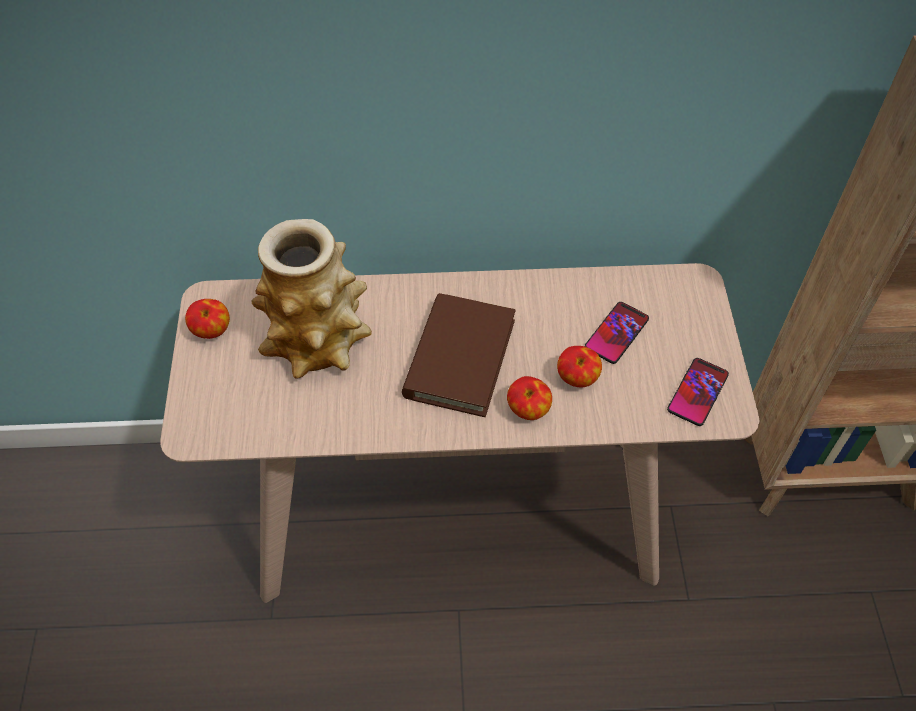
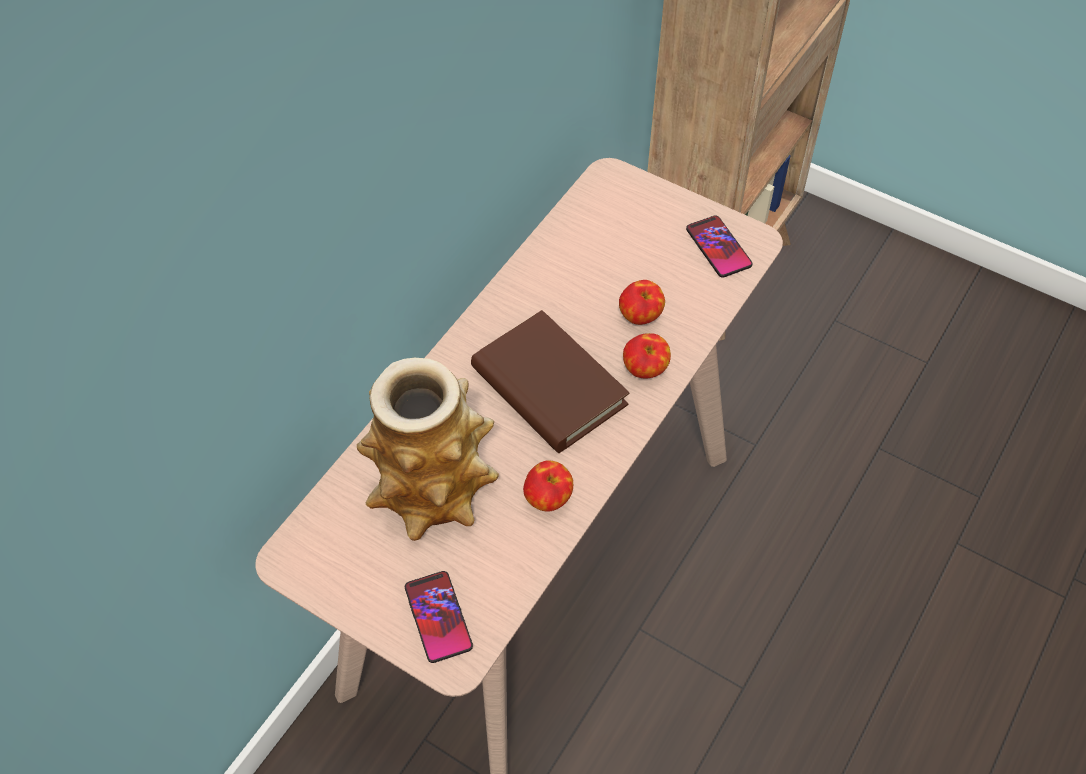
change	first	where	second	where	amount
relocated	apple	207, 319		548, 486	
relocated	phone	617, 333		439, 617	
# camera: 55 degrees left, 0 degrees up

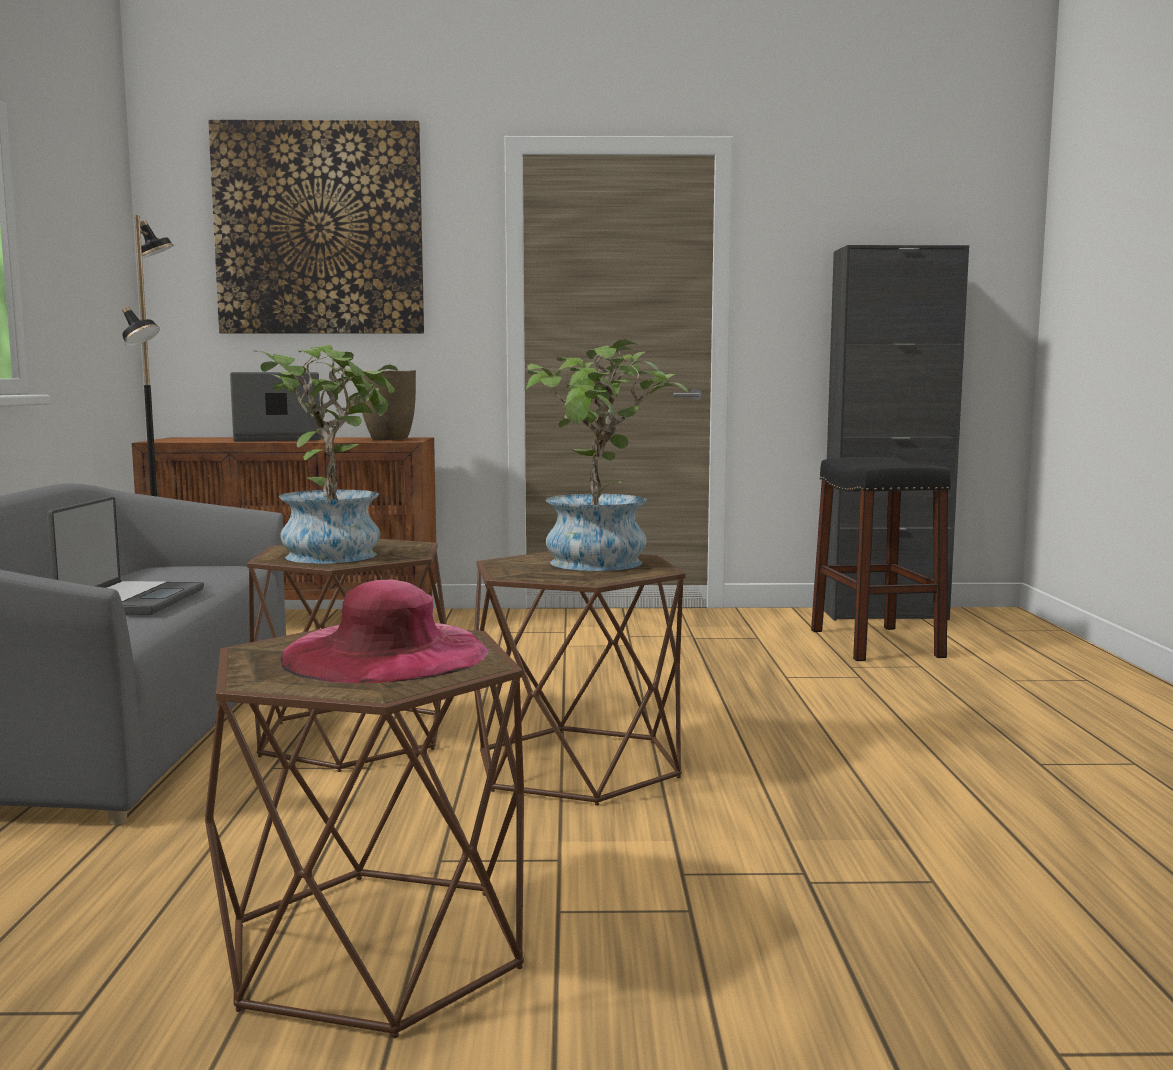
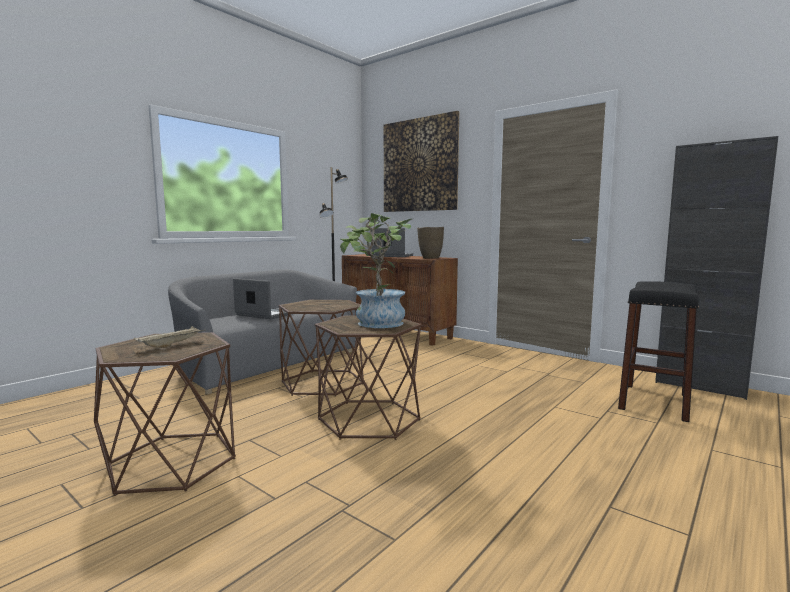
change	first	where	second	where	amount
missing	potted plant	327, 454			
exchanged	pink hat	385, 631	beige tray	169, 337	
spun	laptop	125, 556		260, 298	105 degrees counterclockwise
# camera: 40 degrees right, 0 degrees up

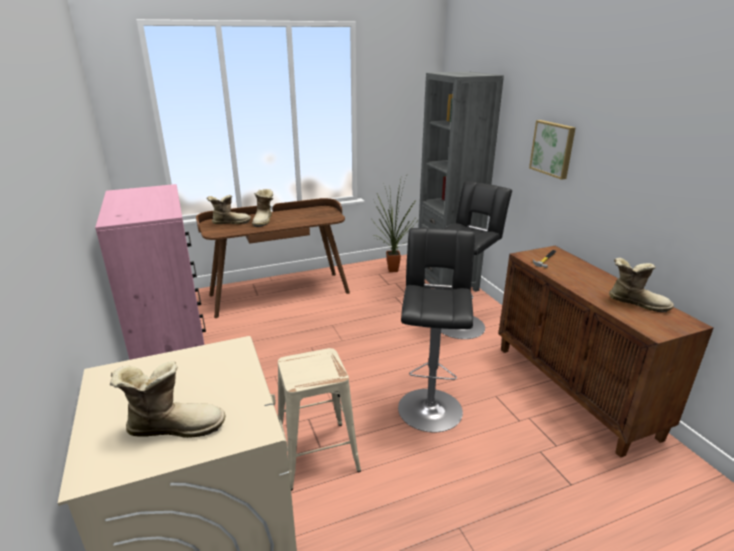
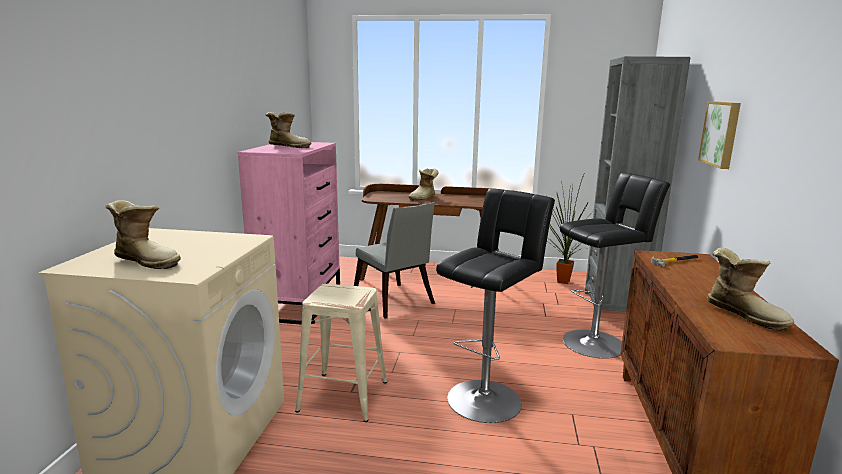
change	first	where	second	where	amount
appeared			grey chair	394, 260	
relocated	boot	229, 209		288, 130	
# camera: 30 degrees right, 10 degrees down

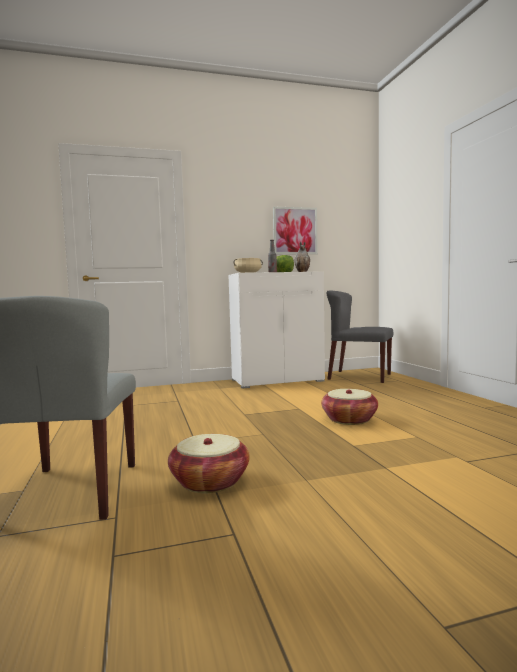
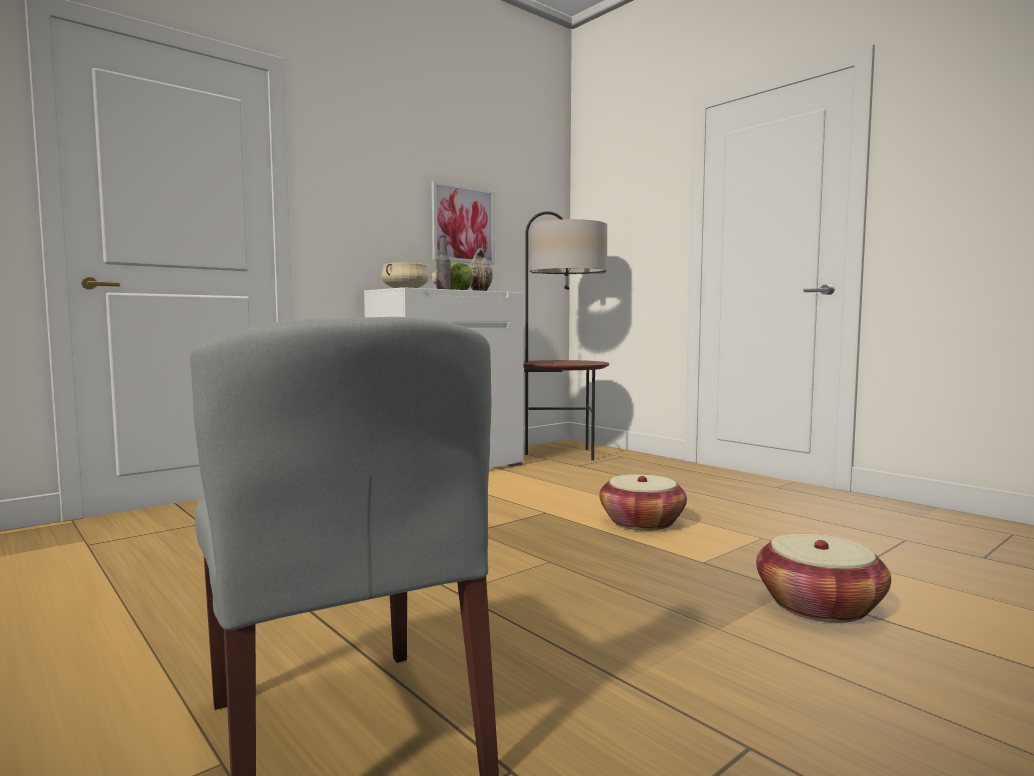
change	first	where	second	where	amount
relocated	basket	209, 463		823, 578	
exchanged	grey chair	360, 336	floor lamp	566, 336	
# camera: 25 degrees left, 0 degrees up

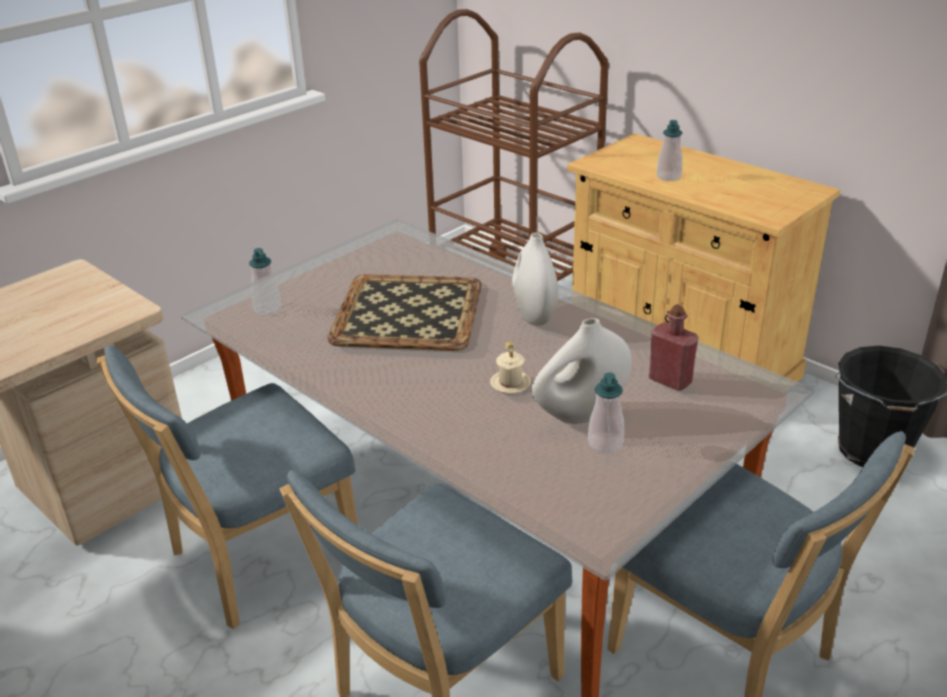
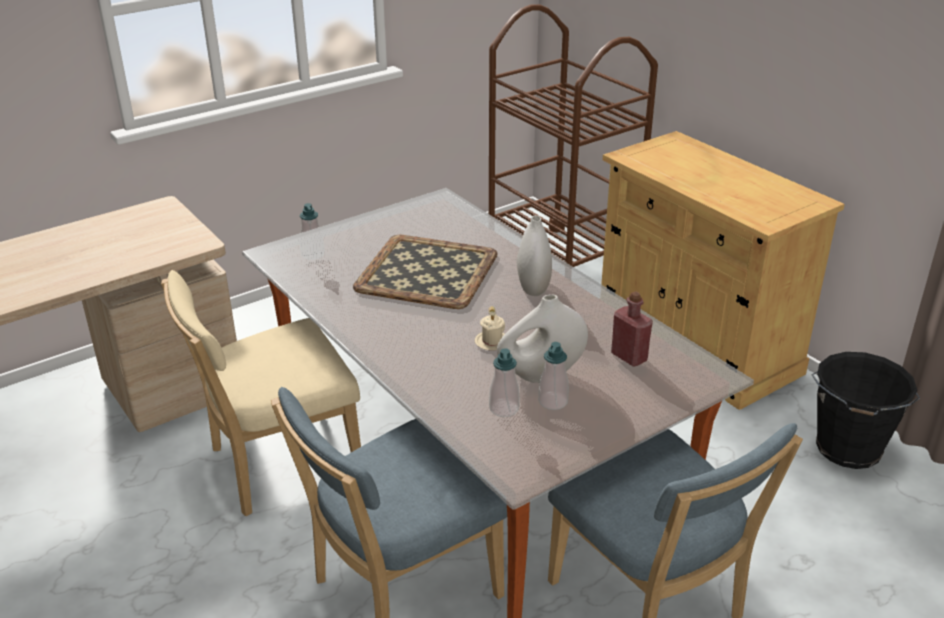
change	first	where	second	where	amount
relocated	soap dispenser	669, 150		504, 382	
colour	blue chair	227, 487	beige chair	261, 393	
# camera: 10 degrees right, 0 degrees up

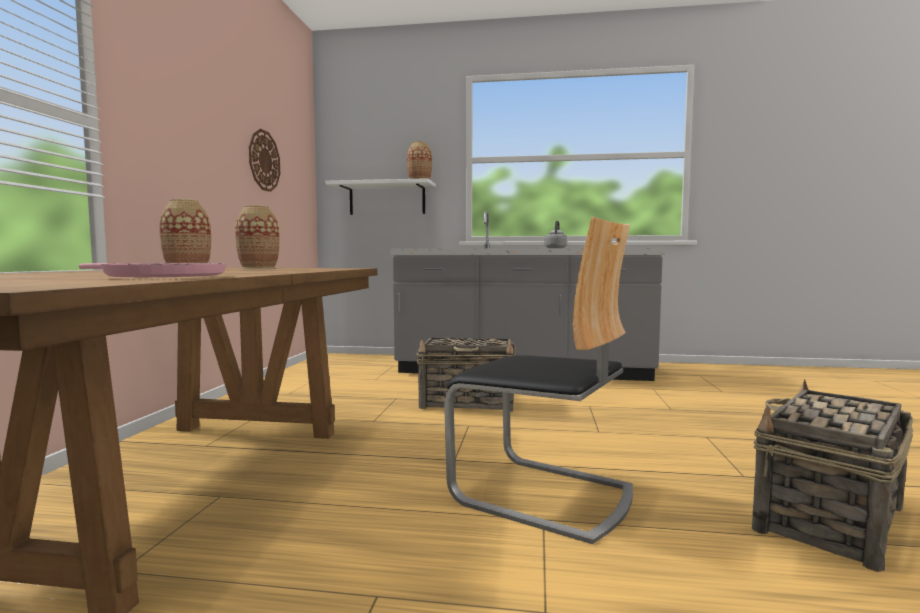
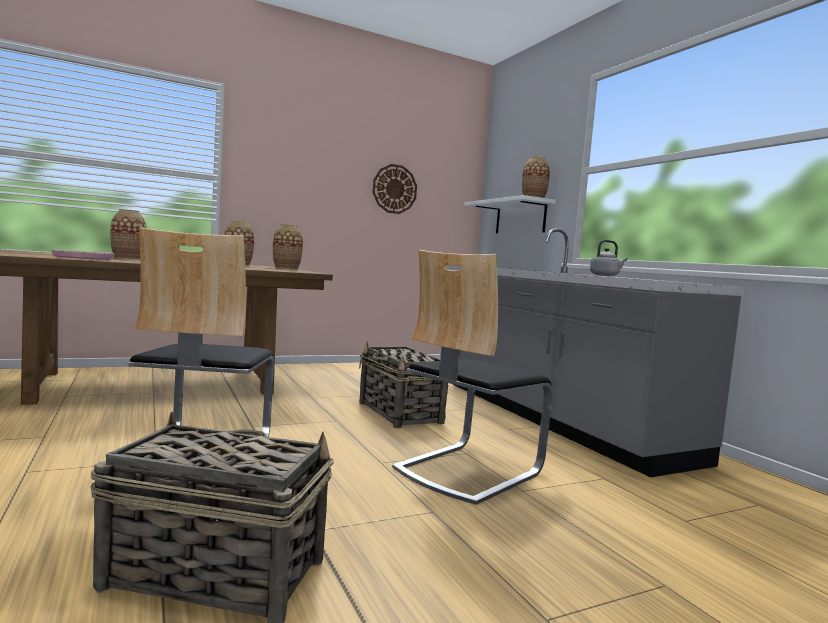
change	first	where	second	where	amount
appeared			vase	128, 234	
appeared			chair	472, 377	
# camera: 55 degrees right, 0 degrees up

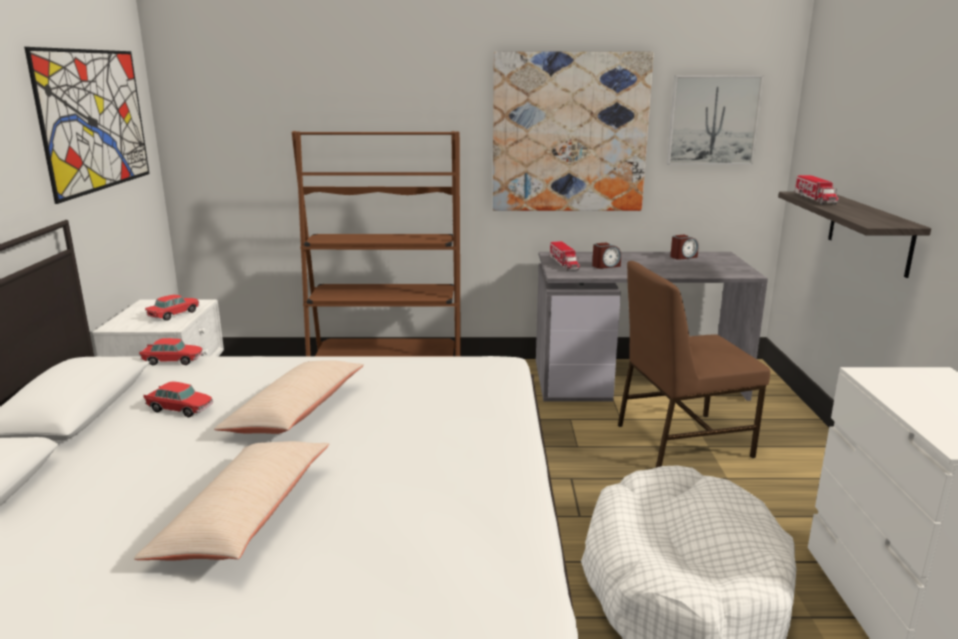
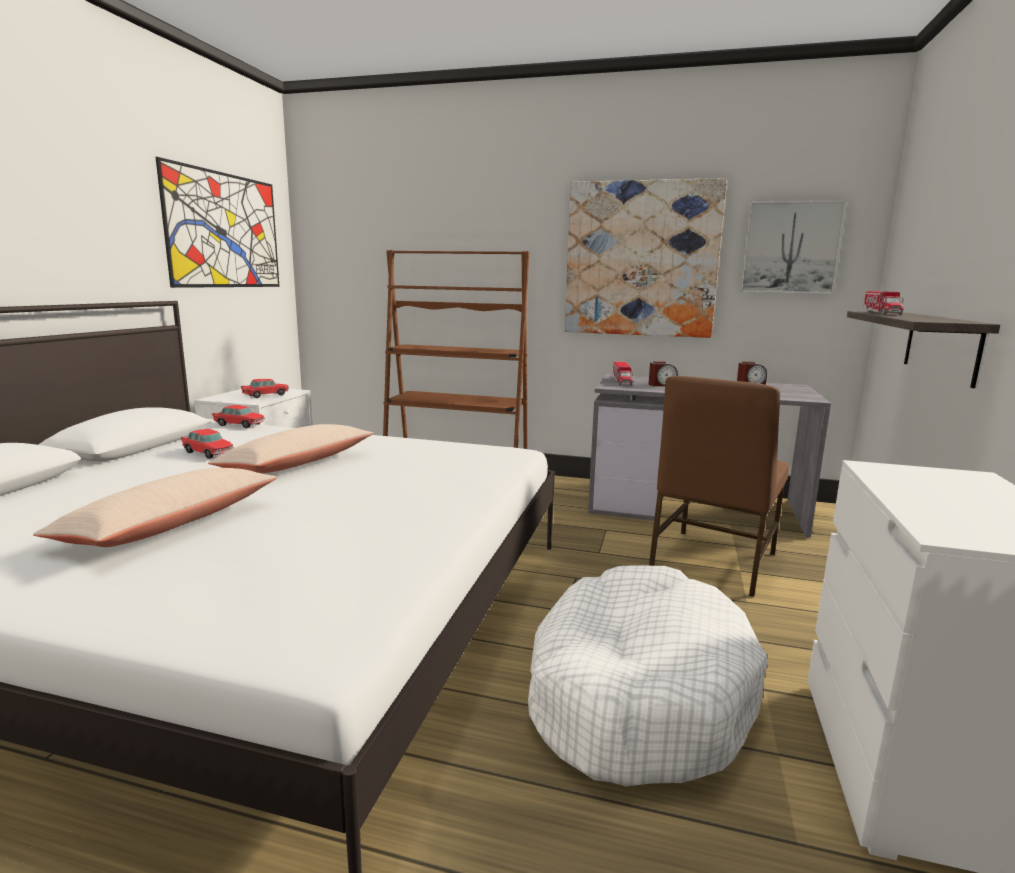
change	first	where	second	where	amount
spun	brown chair	694, 364		719, 486	60 degrees counterclockwise
# camera: 15 degrees right, 5 degrees down

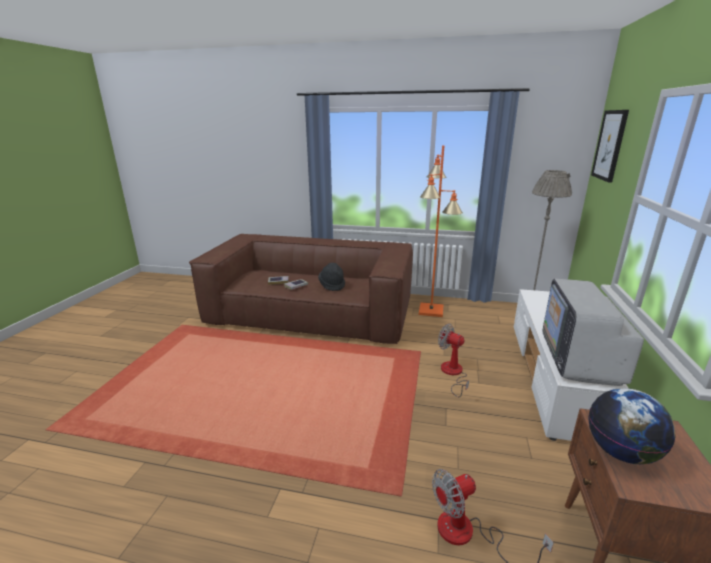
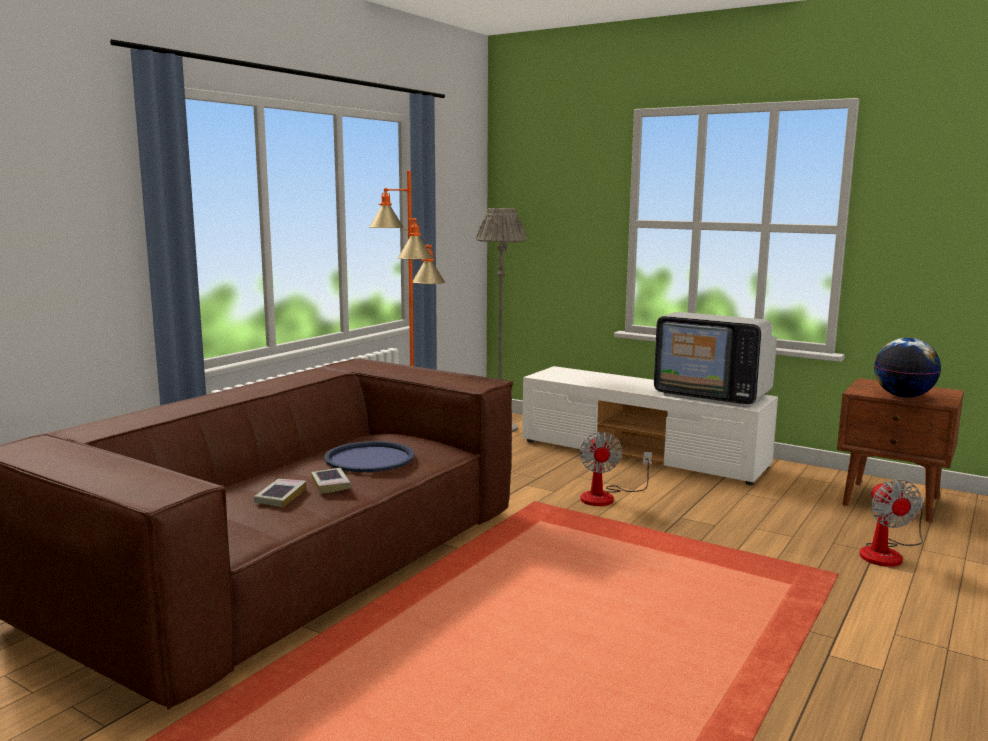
change	first	where	second	where	amount
missing	picture	610, 146			
exchanged	black hat	331, 277	blue tray	369, 456	
spun	fan	453, 360		615, 469	60 degrees counterclockwise
# camera: 70 degrees left, 10 degrees down

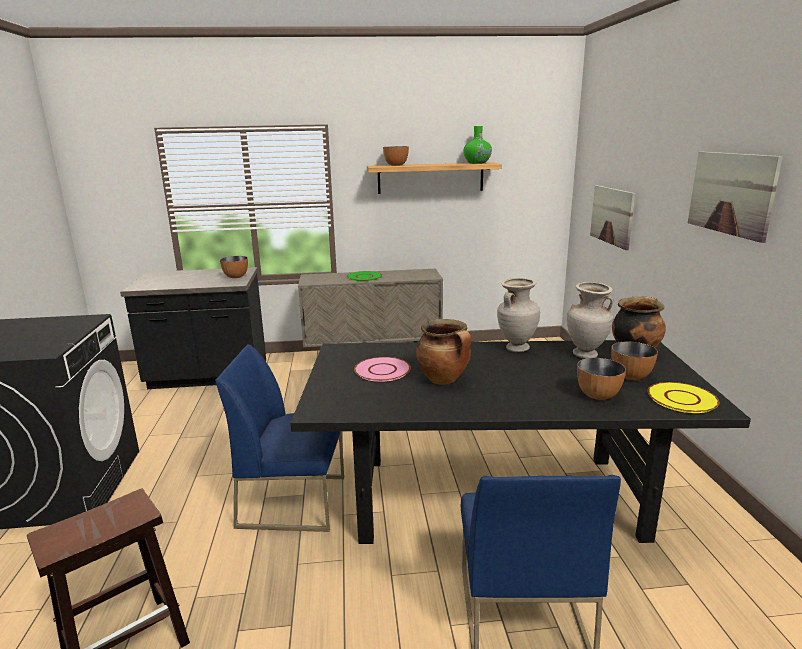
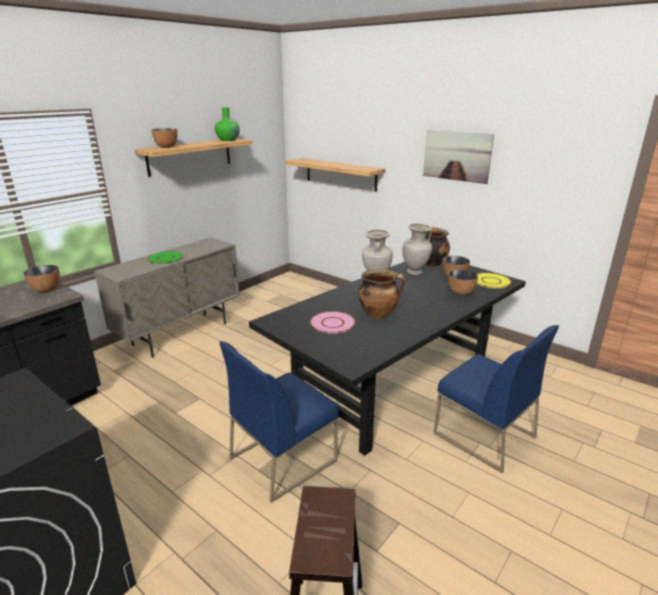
change	first	where	second	where	amount
exchanged	picture	612, 217	shelf	335, 175	
# camera: 45 degrees left, 5 degrees up

